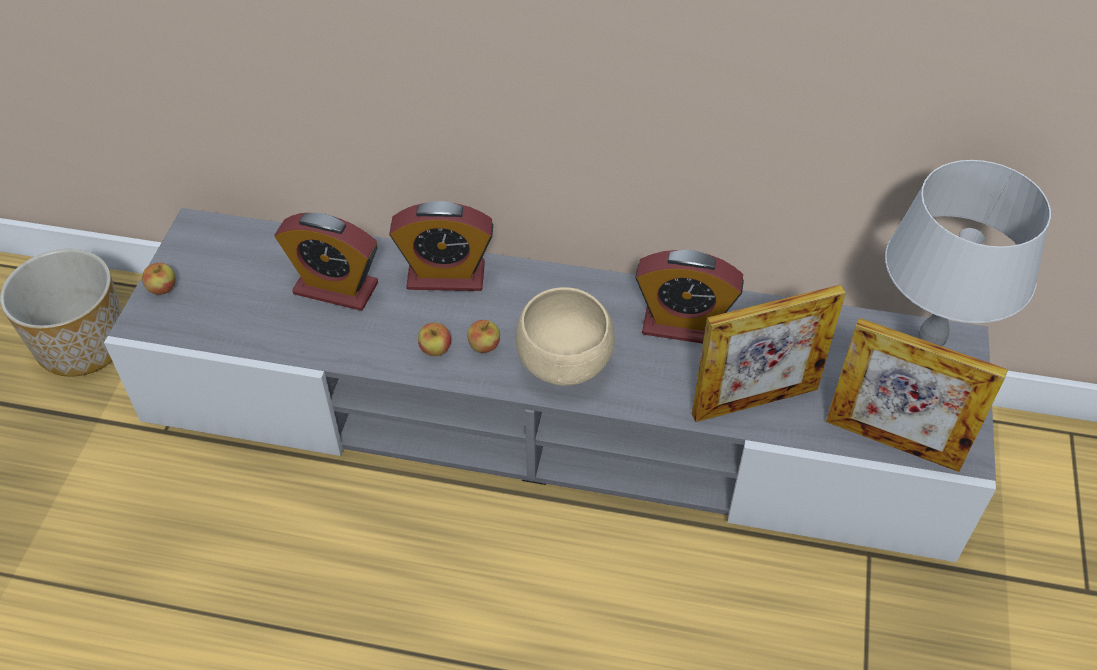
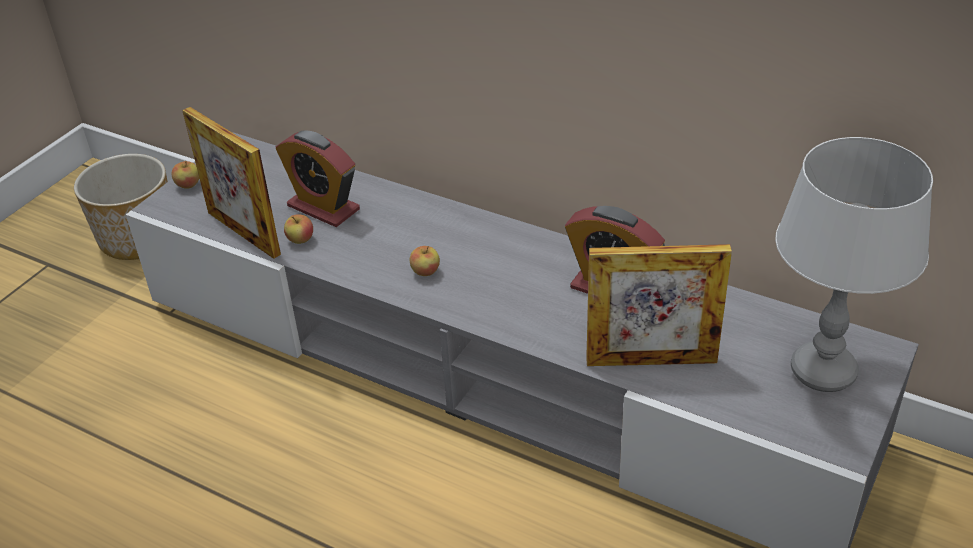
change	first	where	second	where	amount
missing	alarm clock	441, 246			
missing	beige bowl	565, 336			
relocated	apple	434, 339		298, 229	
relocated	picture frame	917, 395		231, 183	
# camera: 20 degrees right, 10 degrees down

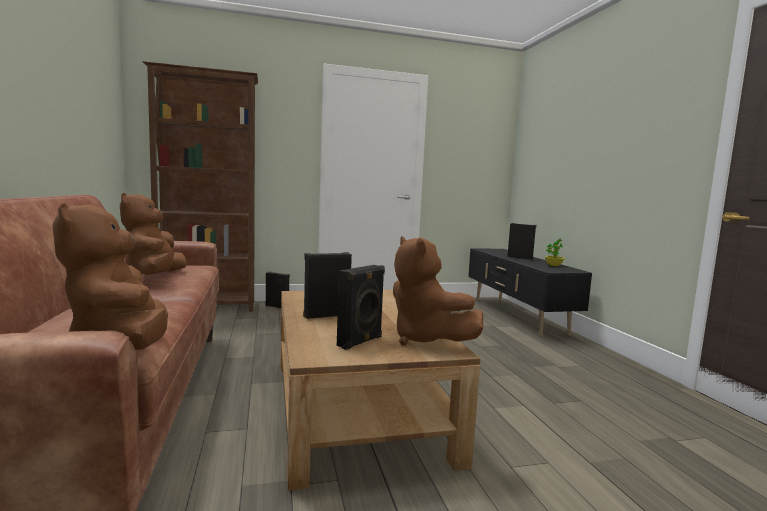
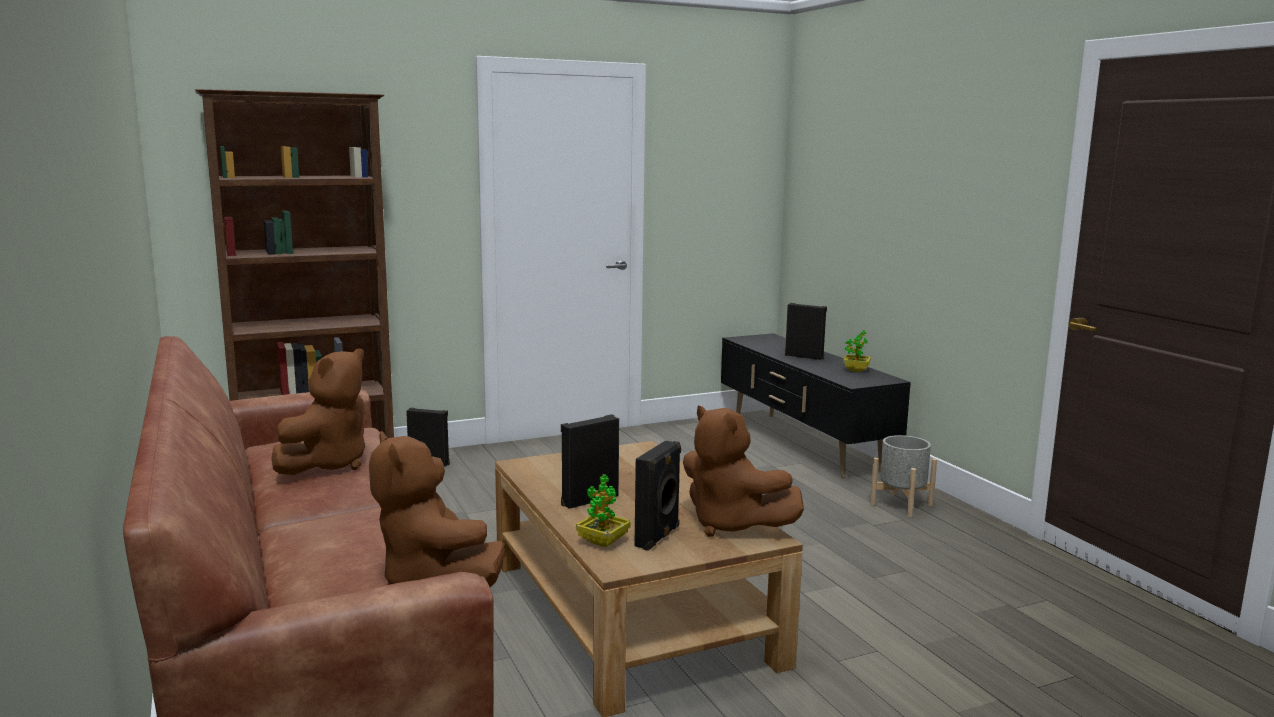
change	first	where	second	where	amount
appeared			potted plant	603, 510	
appeared			grey planter	903, 476	
spun	brown plush toy	153, 234		318, 411	135 degrees counterclockwise
# camera: 10 degrees left, 5 degrees up

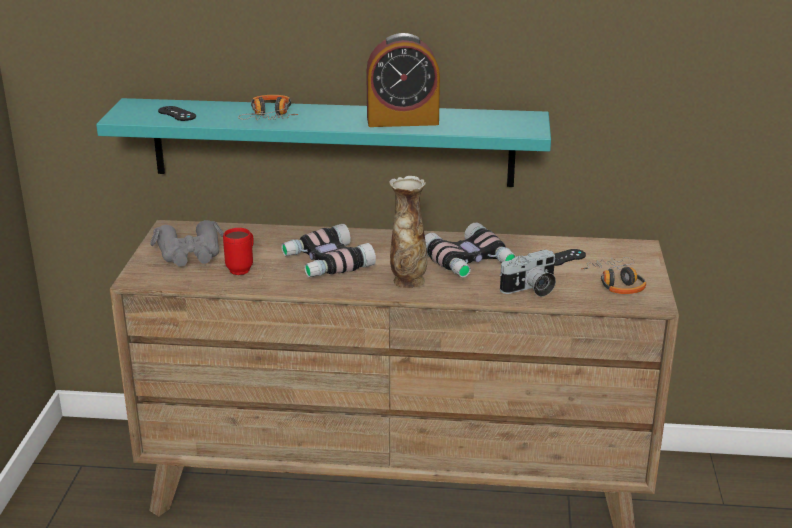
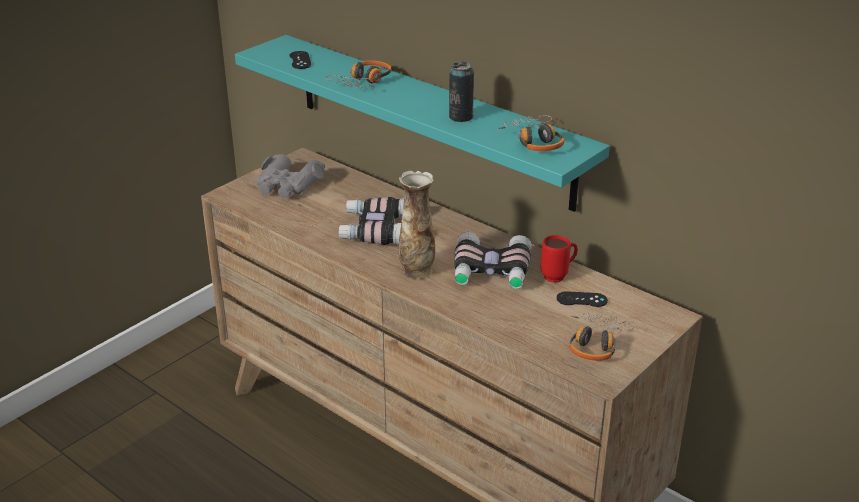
change	first	where	second	where	amount
missing	photo camera	528, 273			
appeared			headphones	531, 133	
relocated	red mug	238, 251		559, 259	
exchanged	alarm clock	403, 80	can	461, 92	
# camera: 35 degrees right, 5 degrees up

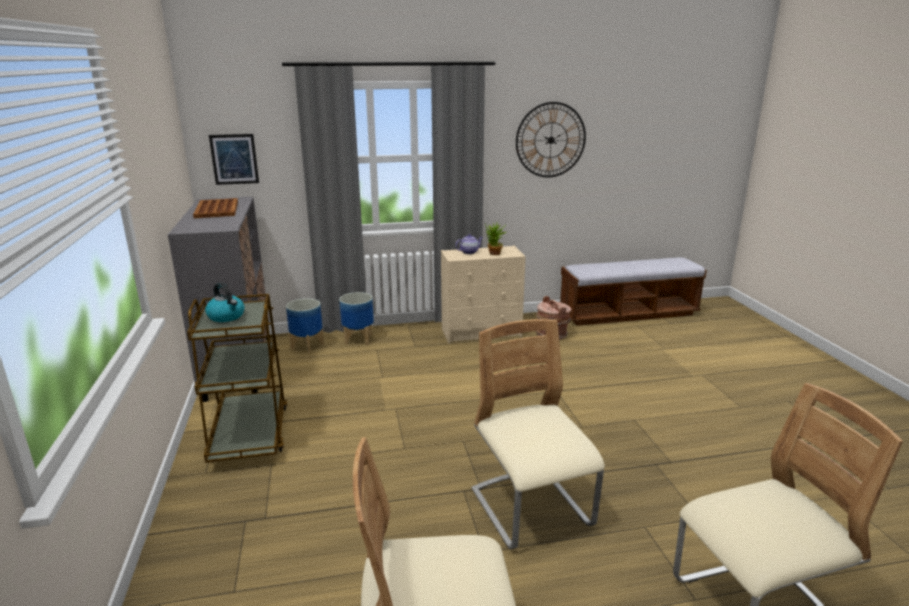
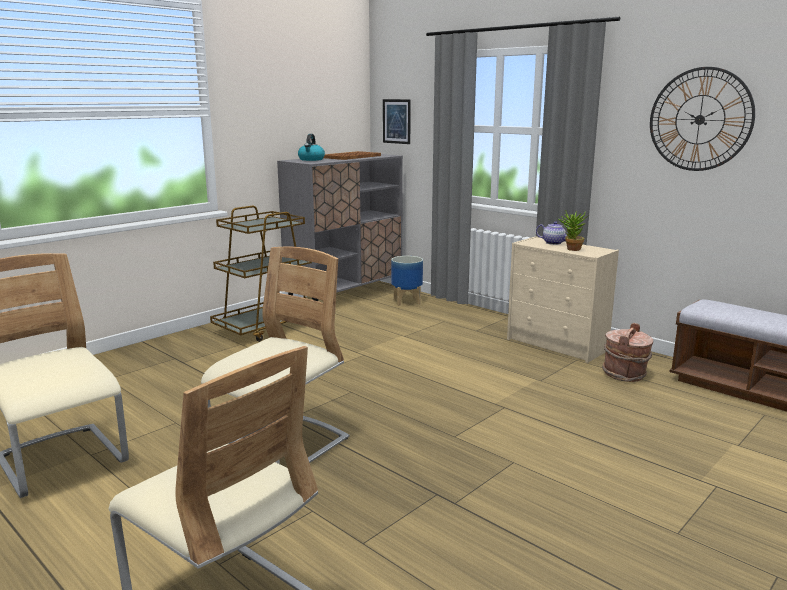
change	first	where	second	where	amount
missing	planter	356, 318			
relocated	kettle	225, 302		311, 147	
# camera: 55 degrees right, 5 degrees down

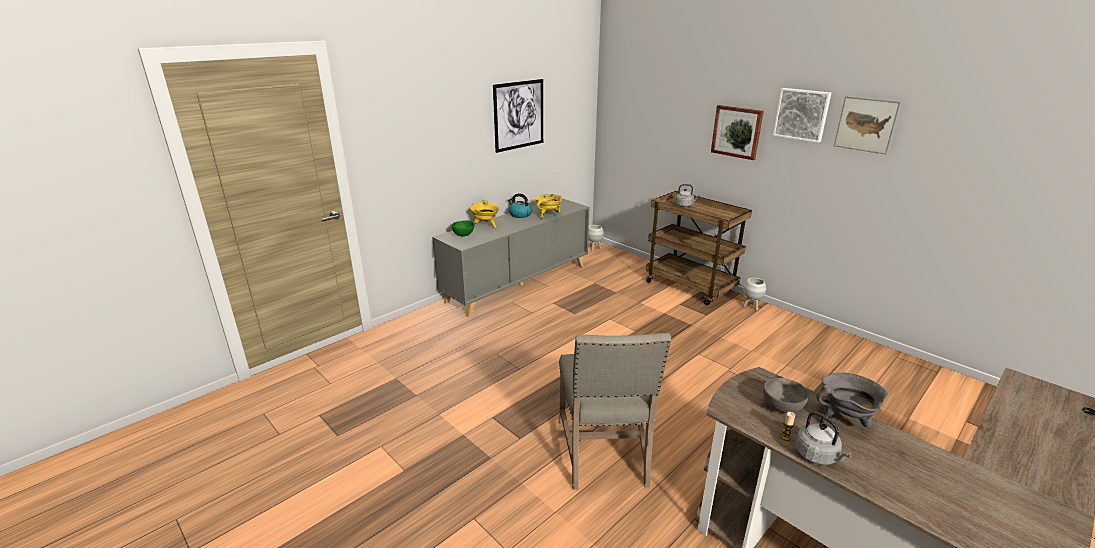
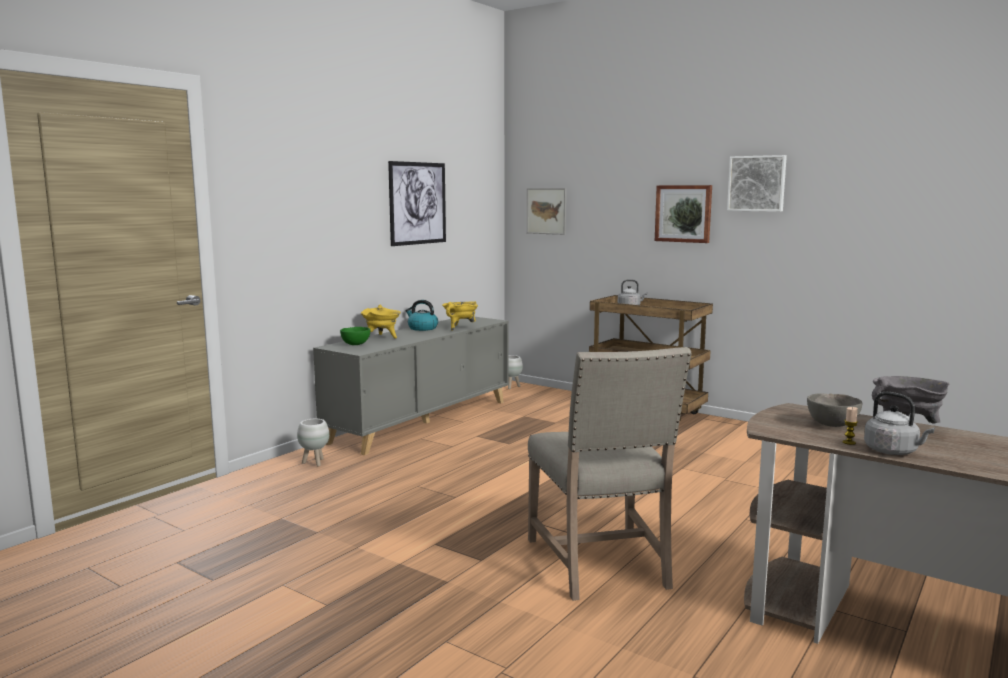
change	first	where	second	where	amount
relocated	white planter	754, 294		313, 443	
relocated	picture	867, 125		546, 211	
# camera: 10 degrees left, 15 degrees down

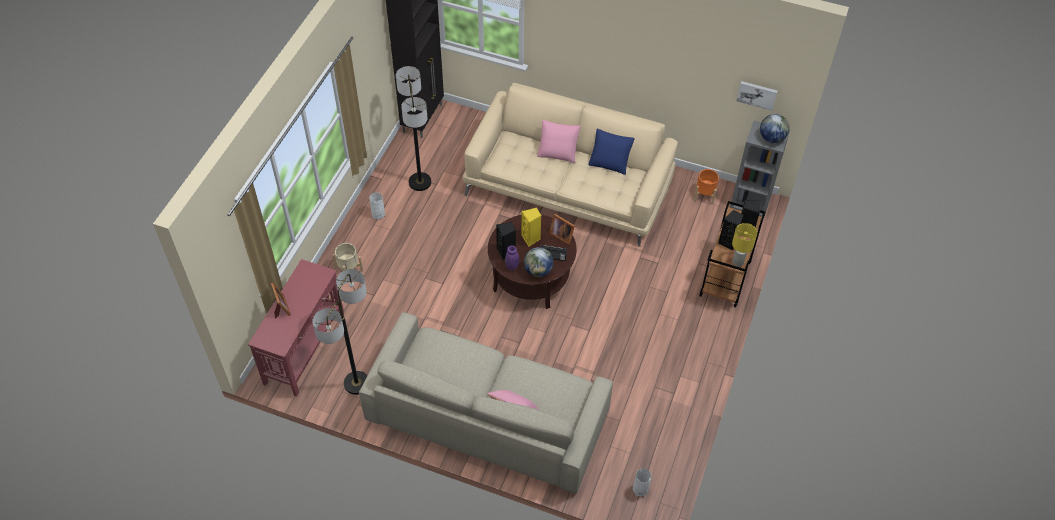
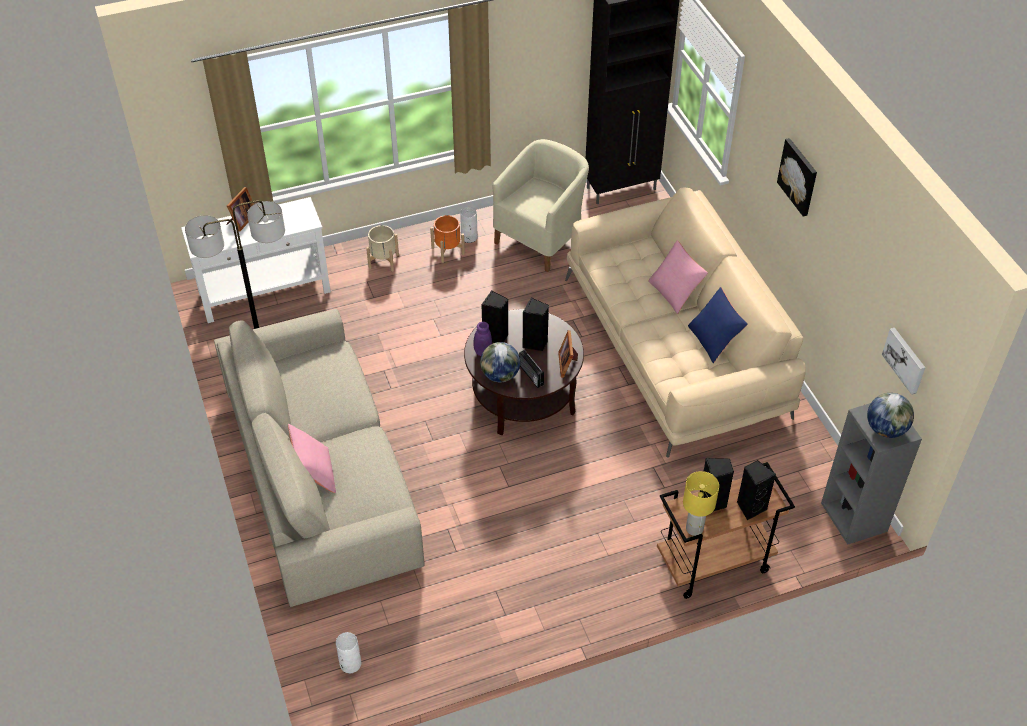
change	first	where	second	where	amount
appeared			picture	797, 177	
relocated	orange planter	706, 186		447, 239	
exchanged	floor lamp	413, 128	beige armchair	541, 205	
colour	red console table	296, 328	white console table	256, 260	
colour	yellow speaker	531, 227	black speaker	536, 324	
# camera: 50 degrees right, 5 degrees down

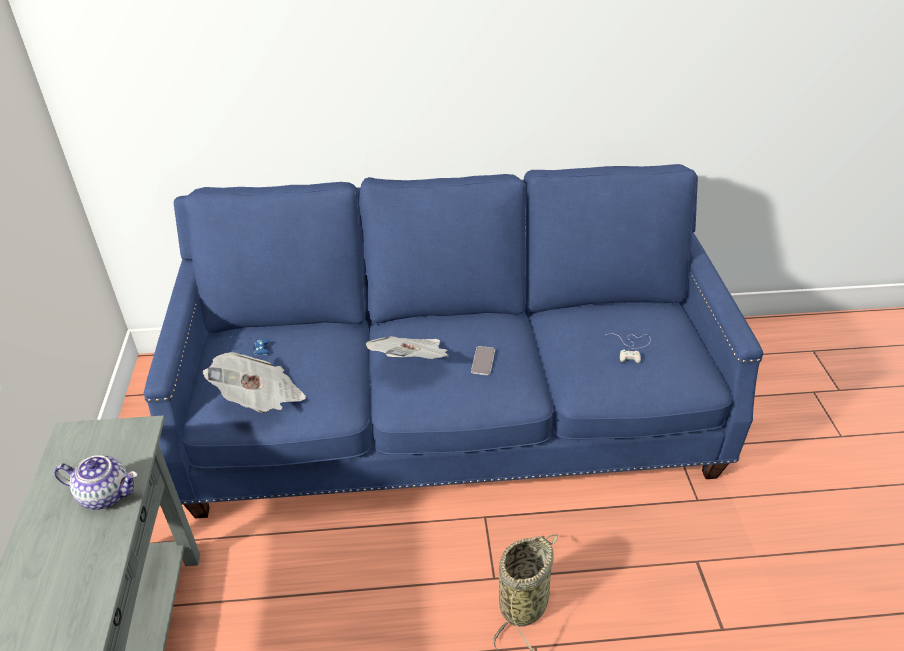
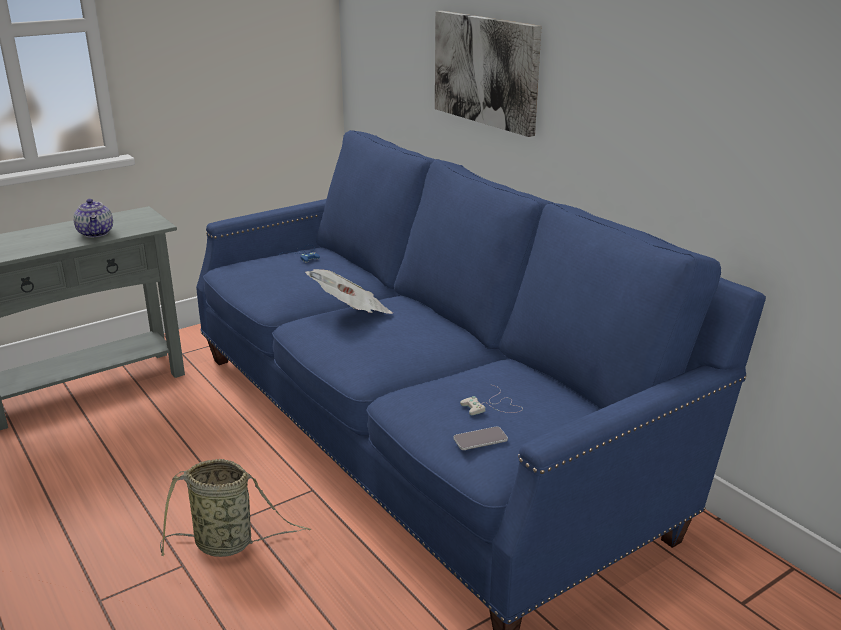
change	first	where	second	where	amount
missing	newspaper	254, 382			
appeared			picture	488, 74	
relocated	phone	483, 361		480, 438	
# camera: 60 degrees right, 15 degrees down

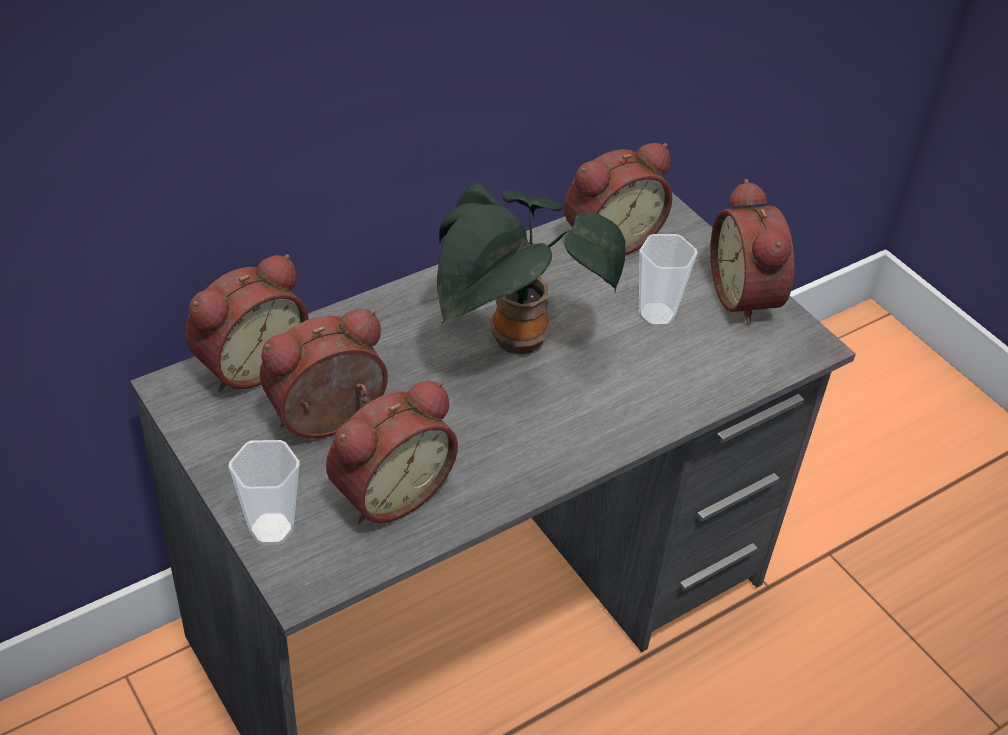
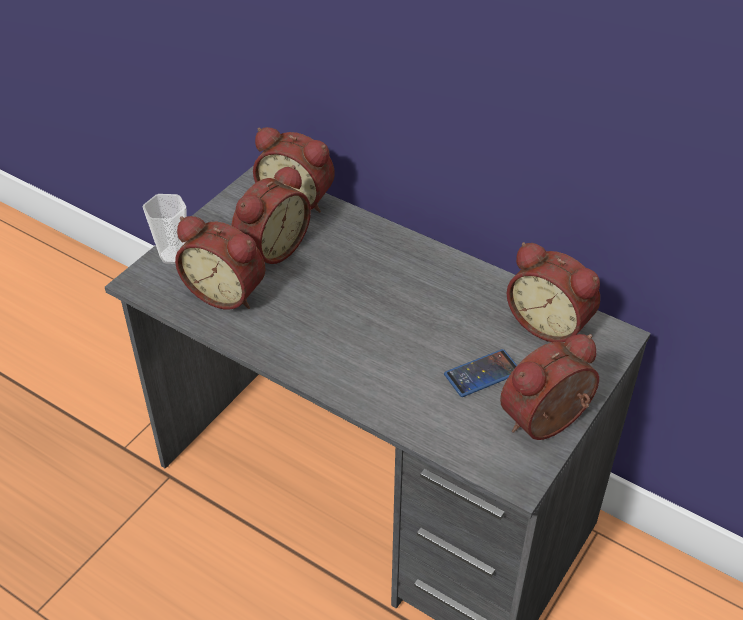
change	first	where	second	where	amount
missing	potted plant	531, 268			
exchanged	cup	668, 280	phone	480, 373	
spun	alarm clock	324, 374		271, 214	90 degrees clockwise
# camera: 70 degrees right, 0 degrees up

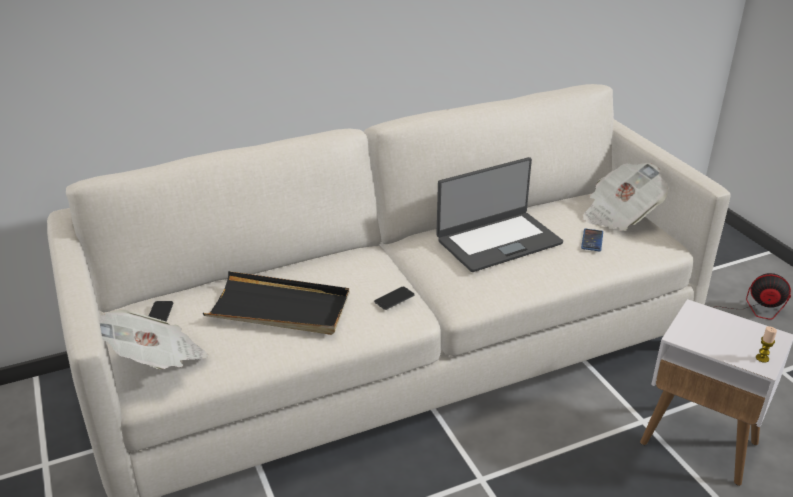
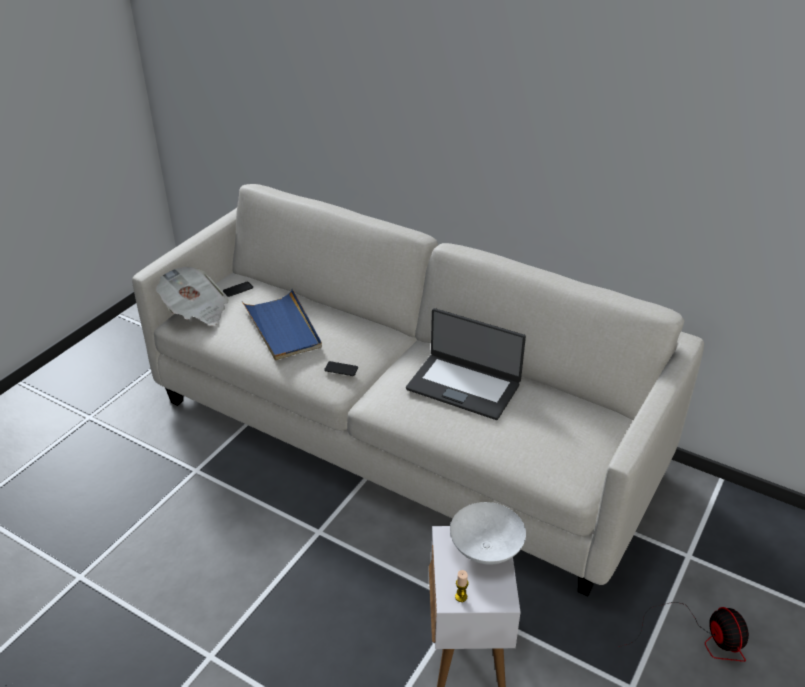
change	first	where	second	where	amount
missing	phone	592, 239			
missing	newspaper	625, 197			
appeared			white bowl	488, 533	
colour	black tray	276, 303	blue tray	282, 324	
# camera: 55 degrees right, 5 degrees up

